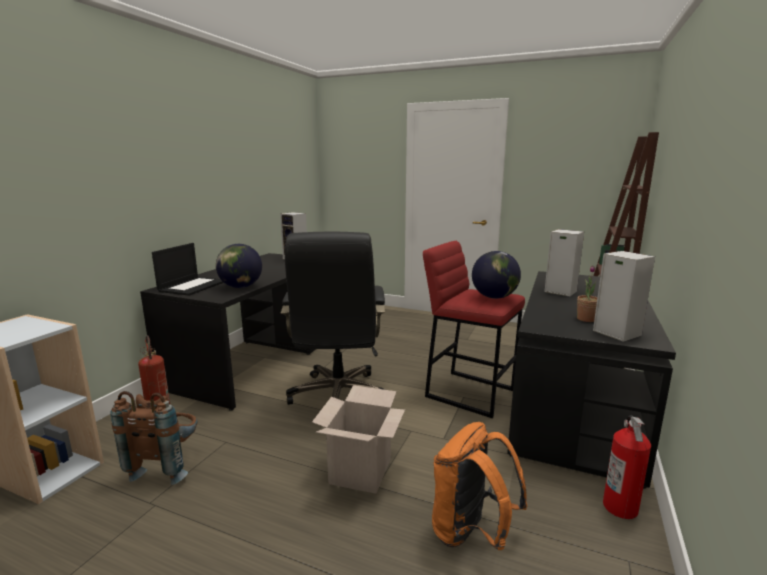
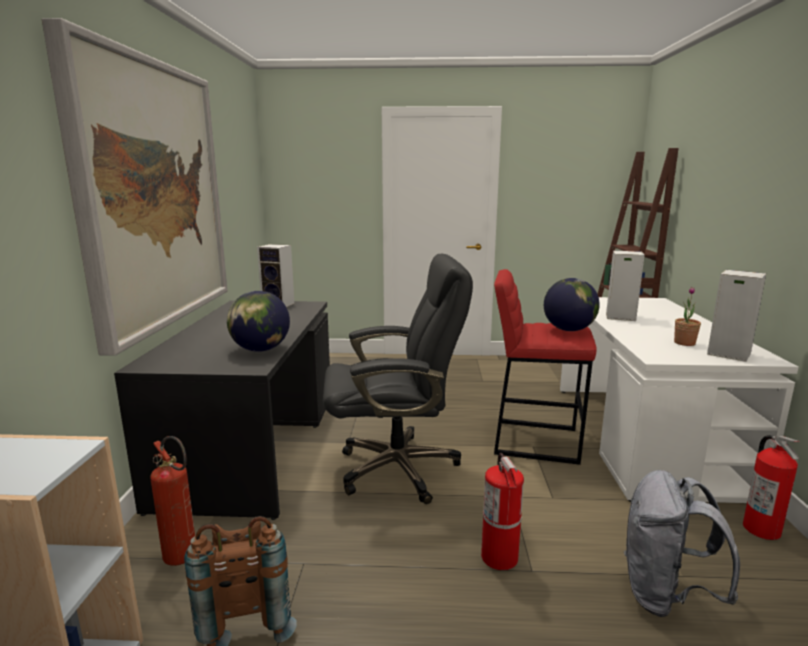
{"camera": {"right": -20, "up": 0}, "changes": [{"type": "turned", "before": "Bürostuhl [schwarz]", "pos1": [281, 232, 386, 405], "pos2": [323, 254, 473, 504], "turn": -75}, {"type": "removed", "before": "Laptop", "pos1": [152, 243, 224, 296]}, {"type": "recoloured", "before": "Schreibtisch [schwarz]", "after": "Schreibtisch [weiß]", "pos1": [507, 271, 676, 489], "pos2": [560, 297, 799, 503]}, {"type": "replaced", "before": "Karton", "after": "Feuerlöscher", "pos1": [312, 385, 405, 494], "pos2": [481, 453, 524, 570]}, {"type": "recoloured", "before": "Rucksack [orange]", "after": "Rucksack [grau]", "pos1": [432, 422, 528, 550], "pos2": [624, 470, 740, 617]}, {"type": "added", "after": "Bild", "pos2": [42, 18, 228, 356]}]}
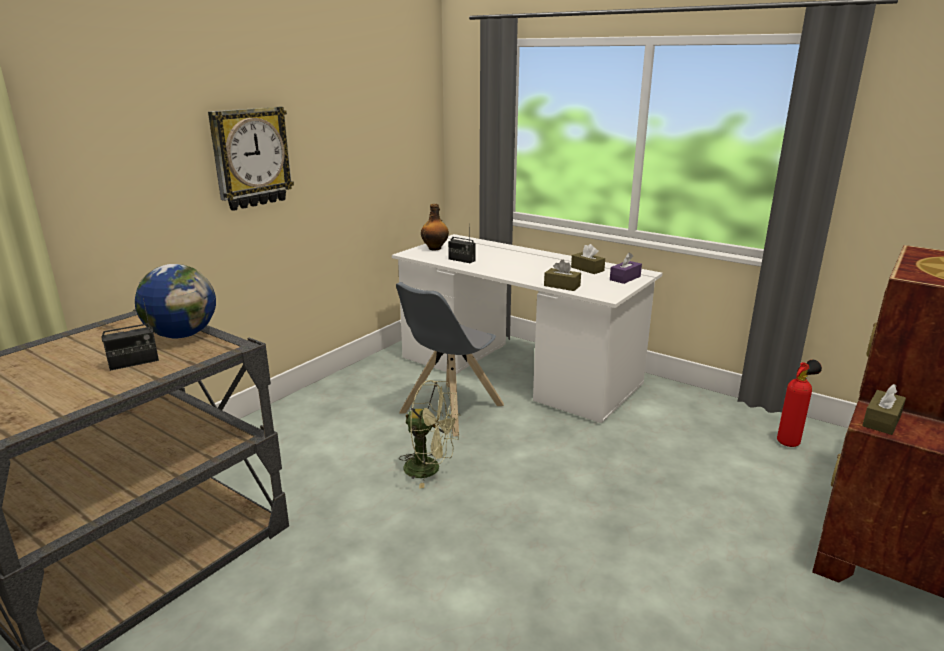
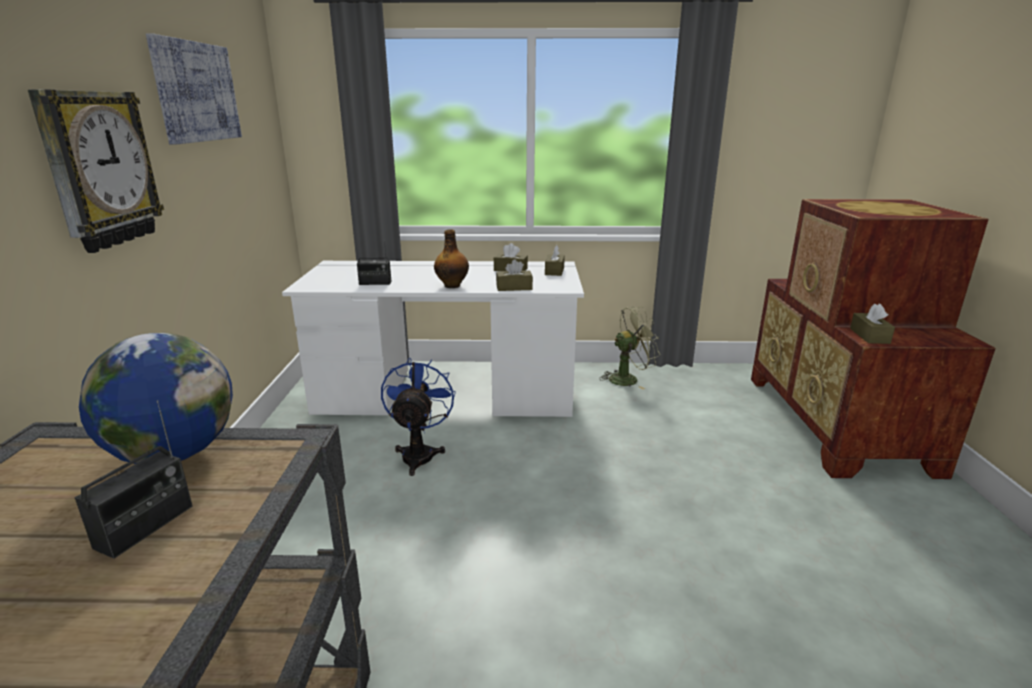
{"camera": {"right": -35, "up": 0}, "changes": [{"type": "moved", "before": "Flasche", "pos1": [421, 204, 449, 250], "pos2": [434, 230, 469, 288]}, {"type": "recoloured", "before": "Taschentuchbox [lila]", "after": "Taschentuchbox [braun]", "pos1": [610, 253, 642, 284], "pos2": [545, 245, 565, 276]}, {"type": "replaced", "before": "Stuhl [grau]", "after": "Ventilator [blau]", "pos1": [396, 282, 504, 437], "pos2": [381, 358, 456, 476]}, {"type": "removed", "before": "Feuerlöscher", "pos1": [777, 360, 822, 447]}, {"type": "moved", "before": "Ventilator [grün]", "pos1": [399, 380, 460, 488], "pos2": [599, 307, 660, 389]}, {"type": "added", "after": "Bild", "pos2": [146, 33, 242, 144]}]}
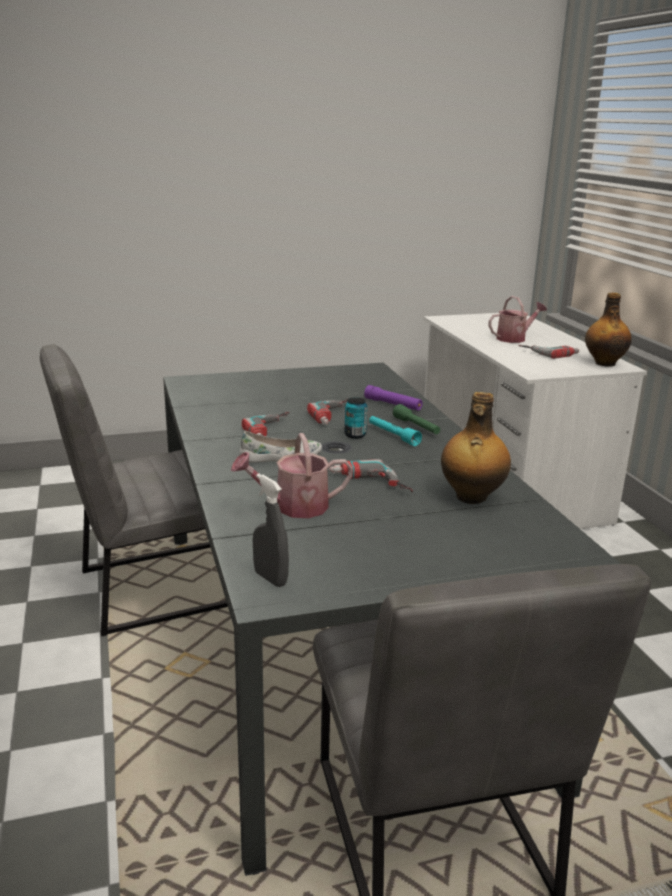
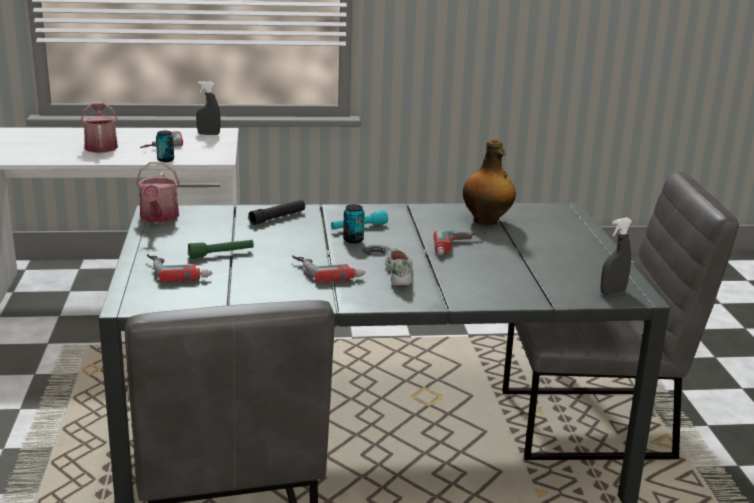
{"camera": {"right": -80, "up": 0}, "changes": [{"type": "replaced", "before": "Flasche", "after": "Sprühflasche [grau]", "pos1": [585, 293, 632, 367], "pos2": [196, 81, 220, 135]}, {"type": "recoloured", "before": "Taschenlampe [lila]", "after": "Taschenlampe [schwarz]", "pos1": [364, 385, 423, 411], "pos2": [248, 200, 305, 225]}, {"type": "moved", "before": "Bohrmaschine", "pos1": [307, 398, 349, 425], "pos2": [147, 254, 213, 282]}, {"type": "moved", "before": "Taschenlampe [grün]", "pos1": [393, 404, 440, 434], "pos2": [188, 240, 254, 259]}, {"type": "moved", "before": "Gießkanne", "pos1": [231, 433, 353, 518], "pos2": [136, 162, 180, 222]}, {"type": "added", "after": "Dose", "pos2": [156, 131, 174, 162]}]}
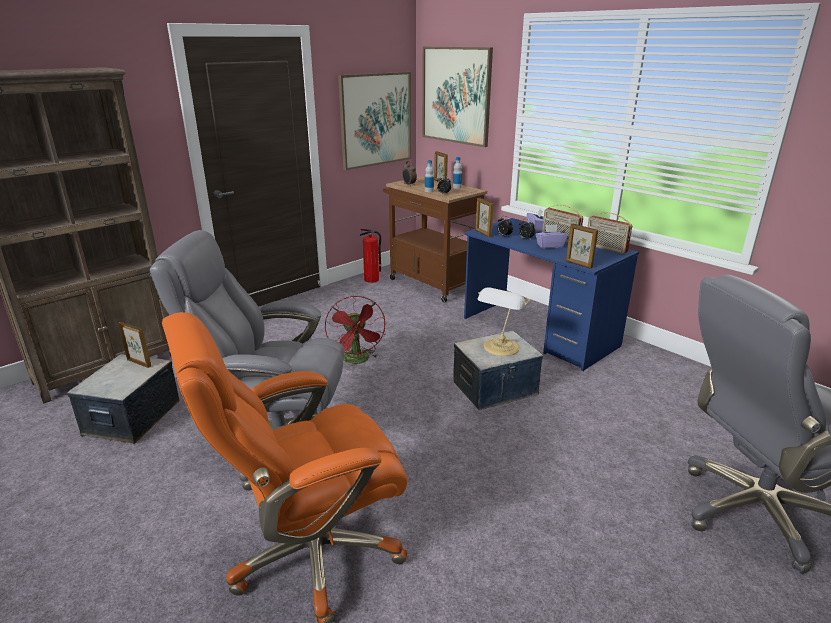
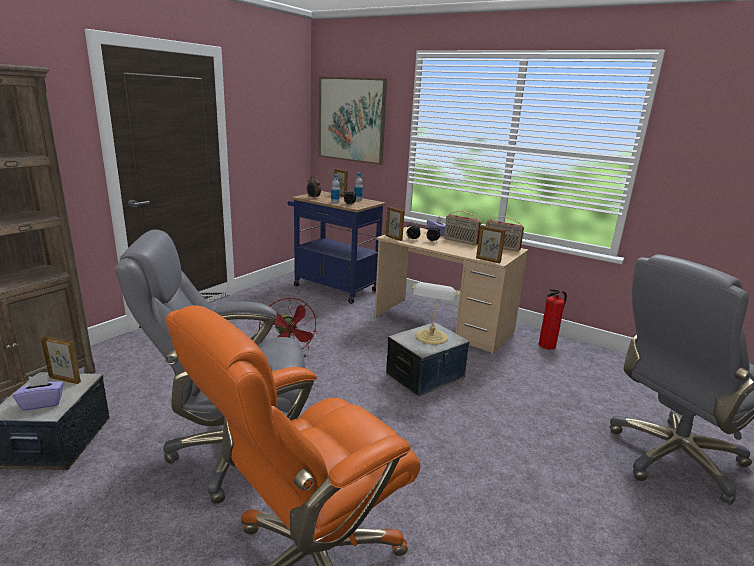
{"camera": {"right": -15, "up": -5}, "changes": [{"type": "removed", "before": "Bild", "pos1": [338, 72, 411, 170]}, {"type": "recoloured", "before": "Rollwagen [braun]", "after": "Rollwagen [blau]", "pos1": [383, 176, 487, 303], "pos2": [287, 191, 386, 304]}, {"type": "recoloured", "before": "Schreibtisch [blau]", "after": "Schreibtisch [beige]", "pos1": [464, 218, 639, 371], "pos2": [374, 226, 529, 355]}, {"type": "moved", "before": "Taschentuchbox [lila]", "pos1": [535, 225, 568, 249], "pos2": [13, 374, 64, 411]}, {"type": "moved", "before": "Feuerlöscher", "pos1": [360, 229, 381, 283], "pos2": [538, 289, 567, 350]}]}
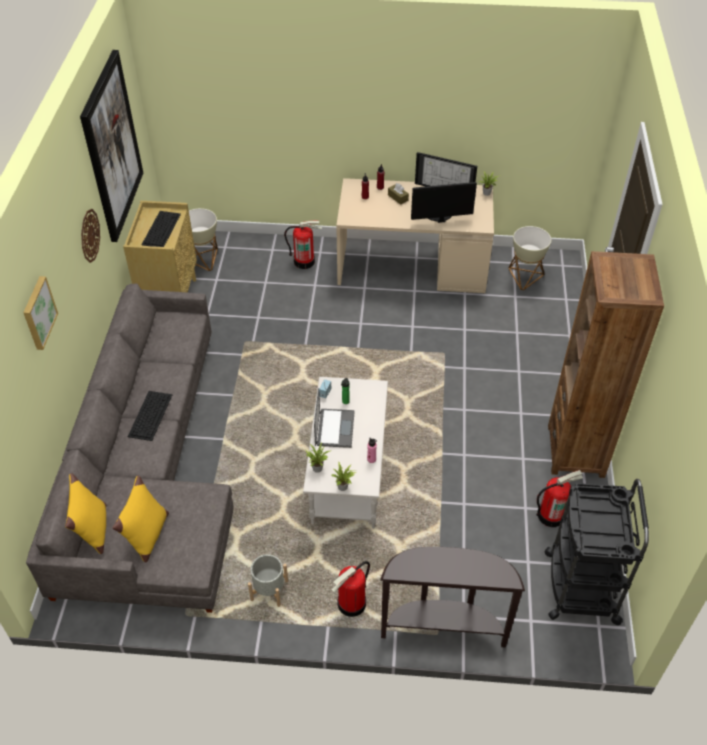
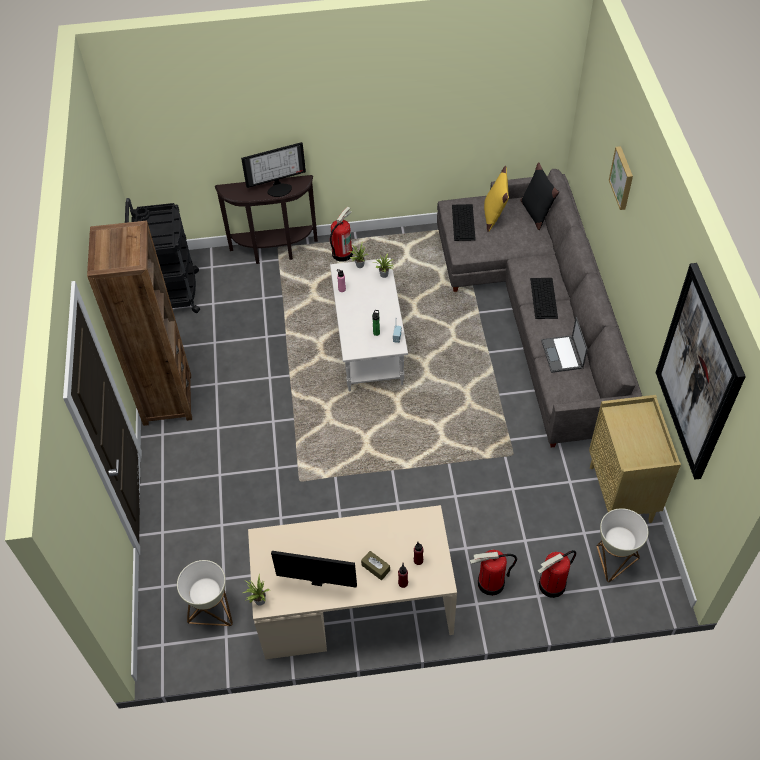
{"camera": {"right": 170, "up": 5}, "changes": [{"type": "moved", "before": "Monitor", "pos1": [411, 182, 477, 223], "pos2": [241, 142, 306, 197]}, {"type": "removed", "before": "Wanduhr", "pos1": [81, 209, 100, 263]}, {"type": "moved", "before": "Tastatur", "pos1": [141, 211, 181, 247], "pos2": [452, 204, 476, 241]}, {"type": "moved", "before": "Laptop", "pos1": [314, 388, 355, 448], "pos2": [541, 317, 588, 373]}, {"type": "moved", "before": "Feuerlöscher", "pos1": [536, 470, 583, 527], "pos2": [537, 550, 576, 598]}, {"type": "recoloured", "before": "Kissen [gelb]", "after": "Kissen [schwarz]", "pos1": [65, 473, 106, 554], "pos2": [520, 162, 559, 230]}, {"type": "removed", "before": "Pflanzkübel [grau]", "pos1": [248, 554, 288, 607]}]}
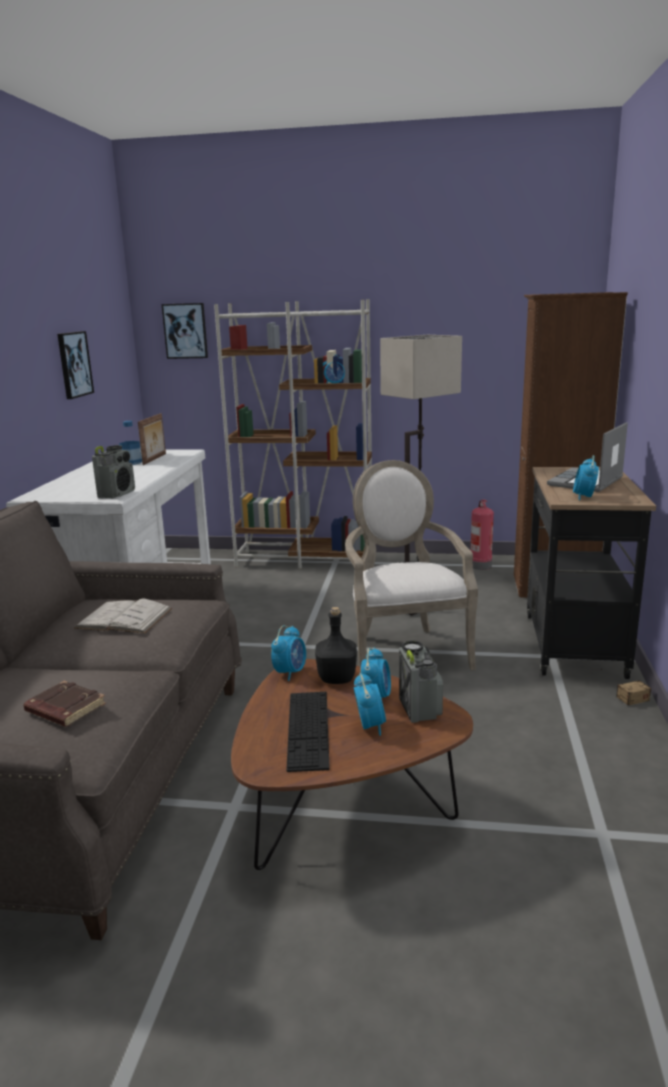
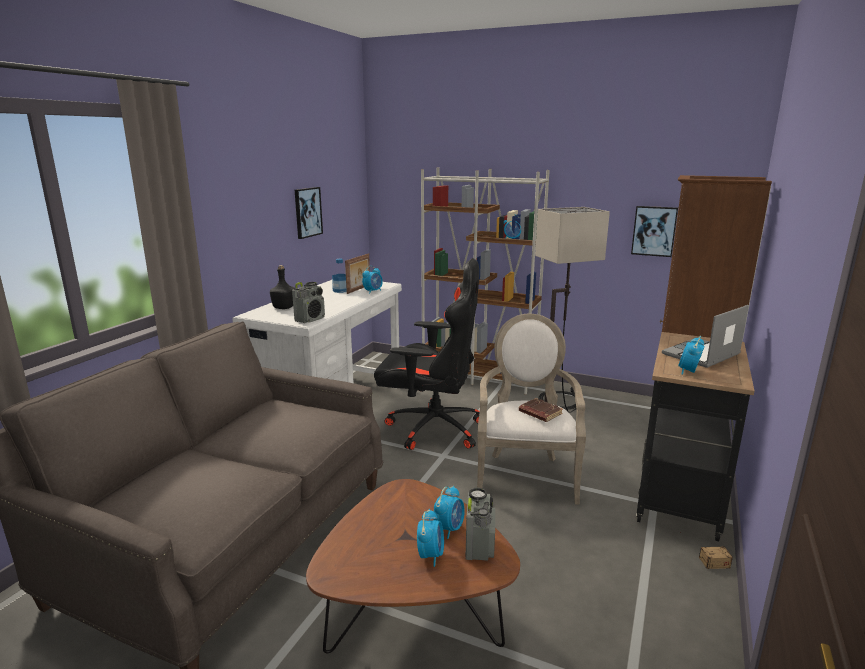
{"camera": {"right": 15, "up": 0}, "changes": [{"type": "moved", "before": "Bild", "pos1": [161, 303, 208, 359], "pos2": [631, 206, 678, 257]}, {"type": "removed", "before": "Feuerlöscher", "pos1": [471, 500, 494, 570]}, {"type": "removed", "before": "Buch [weiß]", "pos1": [74, 599, 172, 634]}, {"type": "moved", "before": "Flasche [schwarz]", "pos1": [315, 607, 357, 684], "pos2": [270, 265, 294, 309]}, {"type": "moved", "before": "Wecker", "pos1": [271, 625, 306, 681], "pos2": [362, 266, 383, 294]}, {"type": "moved", "before": "Buch [braun]", "pos1": [24, 681, 106, 727], "pos2": [519, 398, 563, 422]}, {"type": "removed", "before": "Tastatur", "pos1": [286, 692, 330, 772]}, {"type": "added", "after": "Bürostuhl [schwarz]", "pos2": [374, 258, 480, 450]}]}
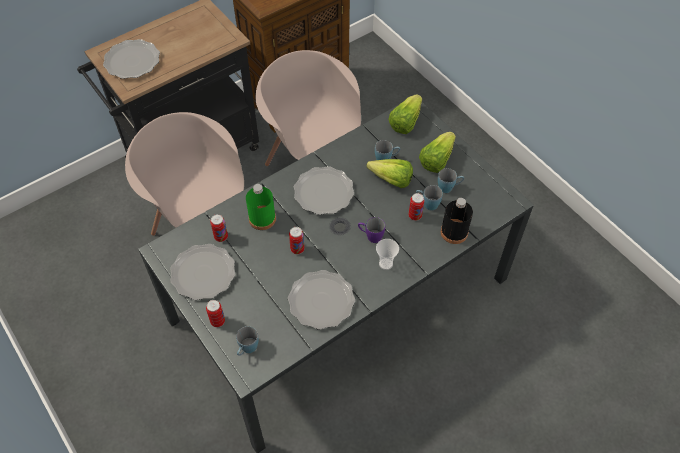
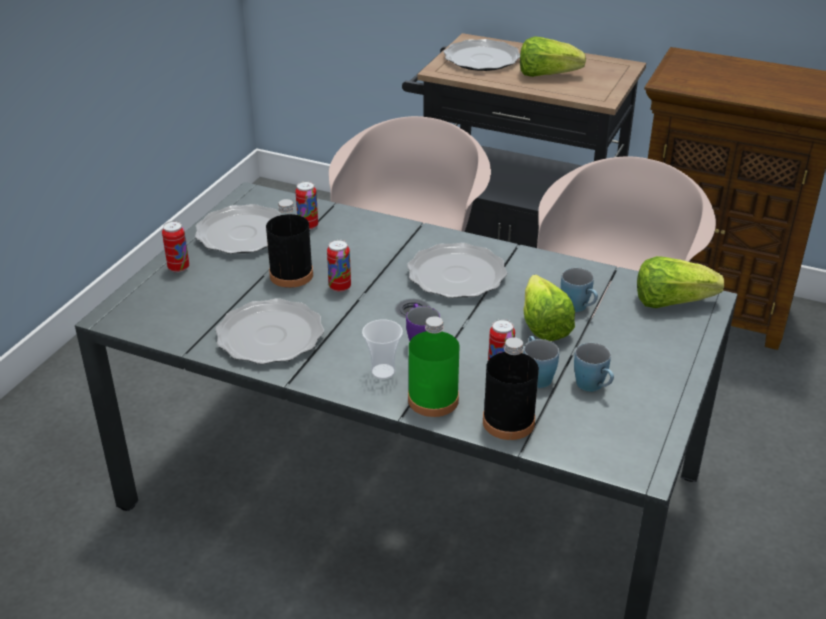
{"camera": {"right": 60, "up": -20}, "changes": [{"type": "moved", "before": "Salatkopf", "pos1": [419, 132, 456, 173], "pos2": [520, 36, 586, 77]}, {"type": "moved", "before": "Flasche [grün]", "pos1": [246, 184, 276, 230], "pos2": [408, 316, 460, 417]}, {"type": "removed", "before": "Henkelbecher [blau]", "pos1": [236, 326, 259, 356]}, {"type": "added", "after": "Flasche [schwarz]", "pos2": [266, 199, 313, 288]}]}
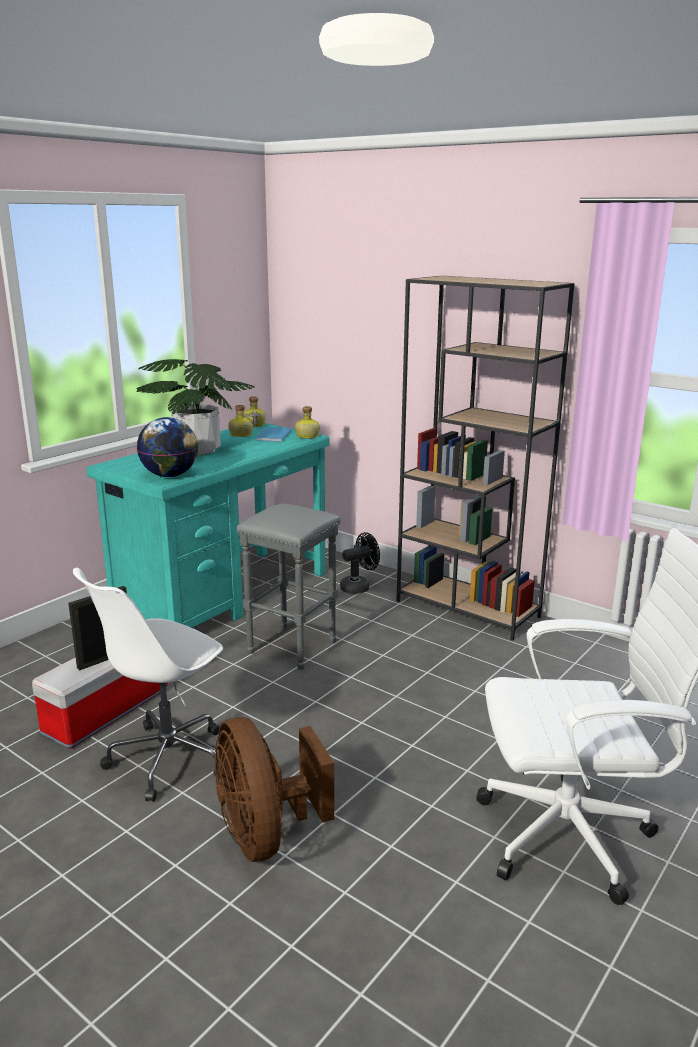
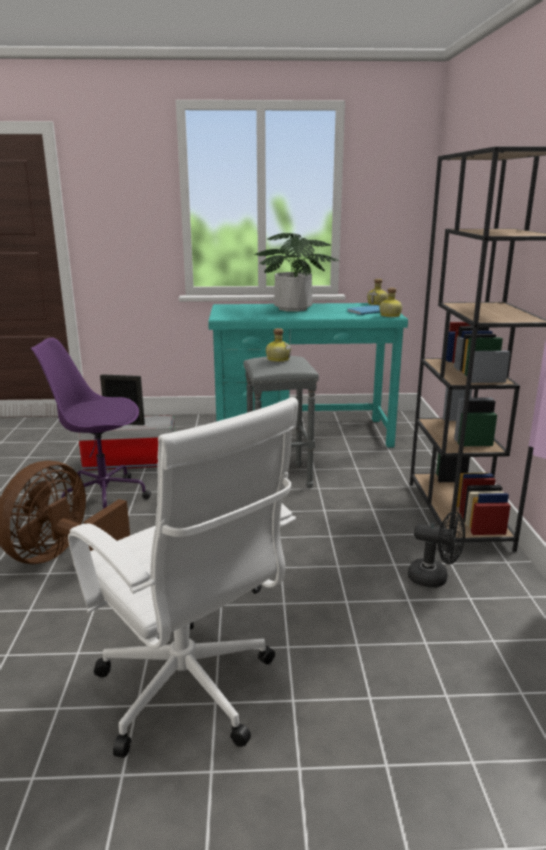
{"camera": {"right": 50, "up": 0}, "changes": [{"type": "moved", "before": "Flasche", "pos1": [228, 405, 253, 437], "pos2": [266, 328, 291, 362]}, {"type": "removed", "before": "Globus", "pos1": [137, 417, 198, 477]}, {"type": "moved", "before": "Ventilator [schwarz]", "pos1": [340, 532, 380, 594], "pos2": [408, 512, 465, 588]}, {"type": "recoloured", "before": "Bürostuhl [weiß]", "after": "Bürostuhl [lila]", "pos1": [73, 568, 223, 802], "pos2": [31, 337, 151, 509]}]}
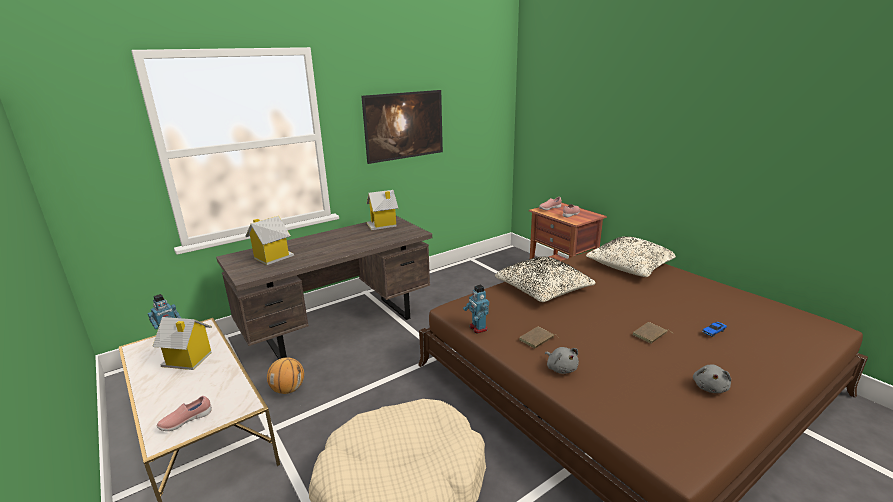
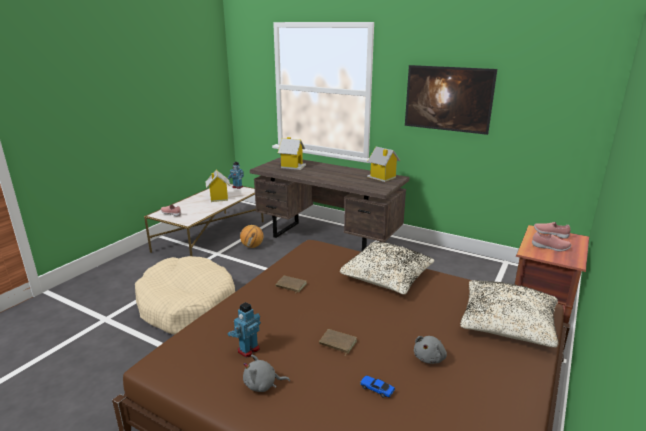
{"camera": {"right": 65, "up": 0}, "changes": [{"type": "moved", "before": "Spielzeugroboter", "pos1": [463, 284, 489, 333], "pos2": [228, 302, 261, 358]}, {"type": "moved", "before": "Plüschtier [grau]", "pos1": [545, 347, 579, 374], "pos2": [414, 336, 447, 364]}]}
